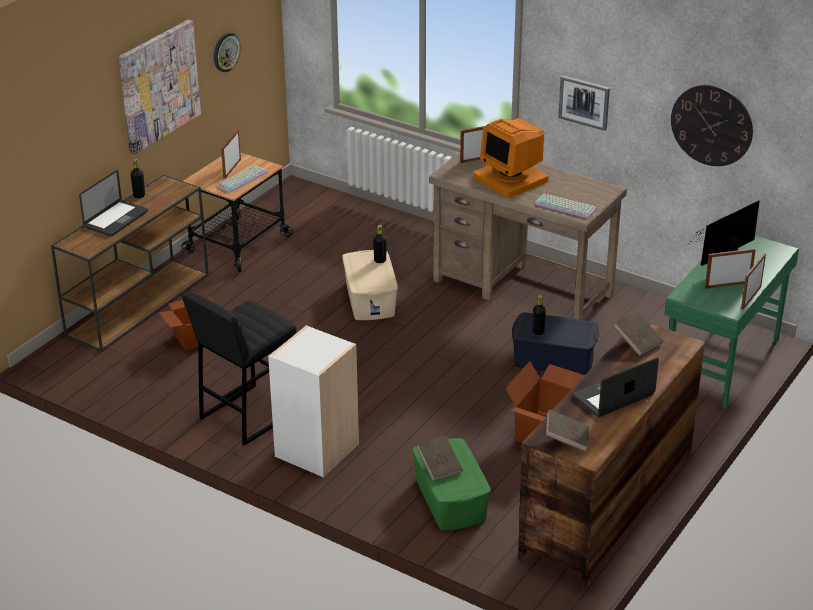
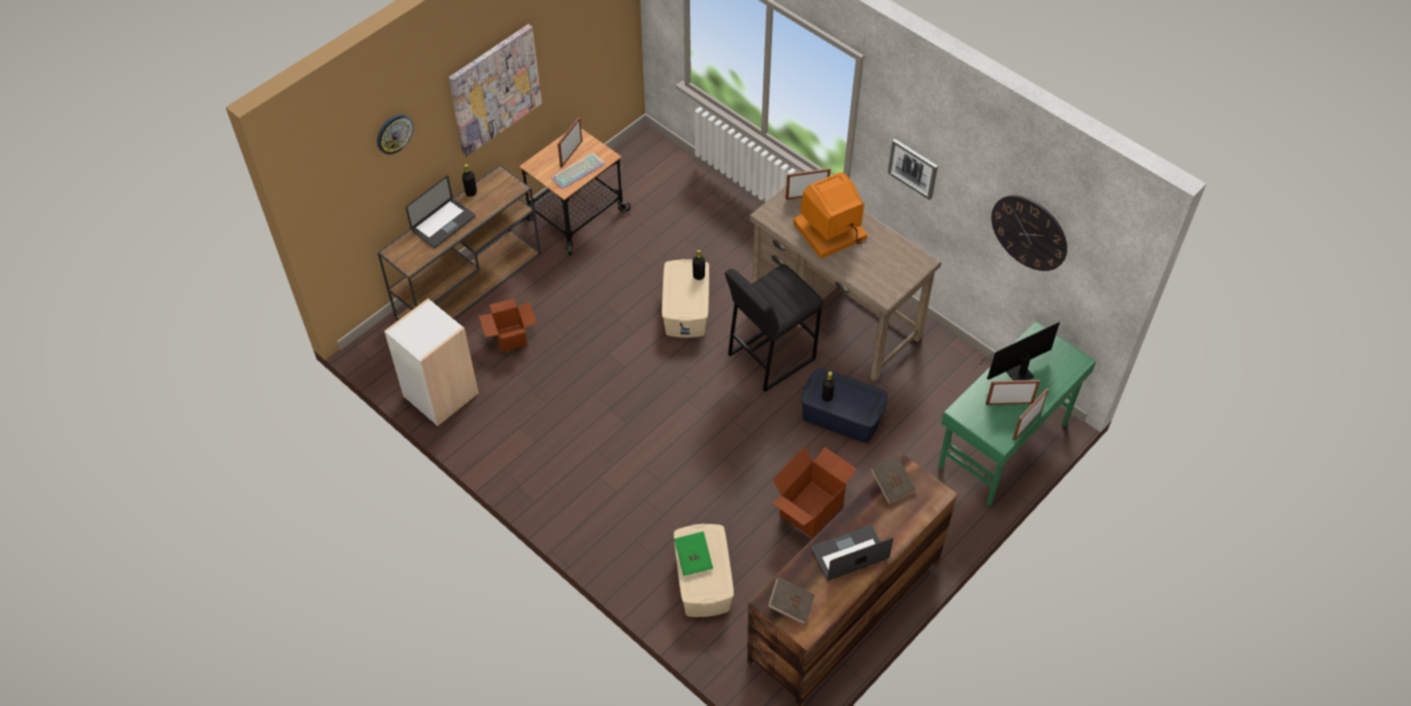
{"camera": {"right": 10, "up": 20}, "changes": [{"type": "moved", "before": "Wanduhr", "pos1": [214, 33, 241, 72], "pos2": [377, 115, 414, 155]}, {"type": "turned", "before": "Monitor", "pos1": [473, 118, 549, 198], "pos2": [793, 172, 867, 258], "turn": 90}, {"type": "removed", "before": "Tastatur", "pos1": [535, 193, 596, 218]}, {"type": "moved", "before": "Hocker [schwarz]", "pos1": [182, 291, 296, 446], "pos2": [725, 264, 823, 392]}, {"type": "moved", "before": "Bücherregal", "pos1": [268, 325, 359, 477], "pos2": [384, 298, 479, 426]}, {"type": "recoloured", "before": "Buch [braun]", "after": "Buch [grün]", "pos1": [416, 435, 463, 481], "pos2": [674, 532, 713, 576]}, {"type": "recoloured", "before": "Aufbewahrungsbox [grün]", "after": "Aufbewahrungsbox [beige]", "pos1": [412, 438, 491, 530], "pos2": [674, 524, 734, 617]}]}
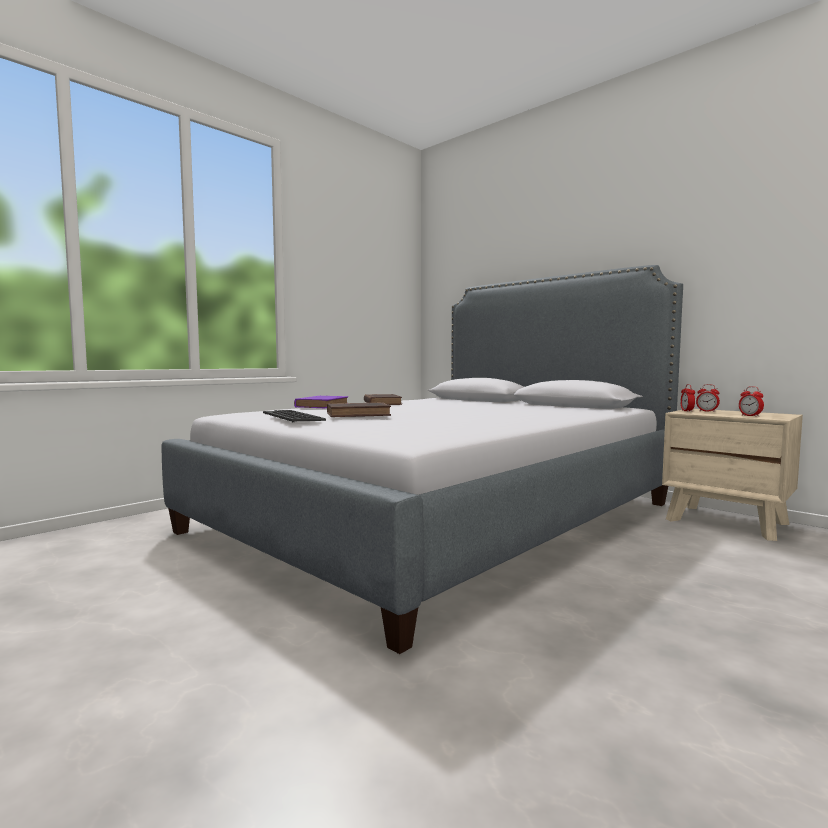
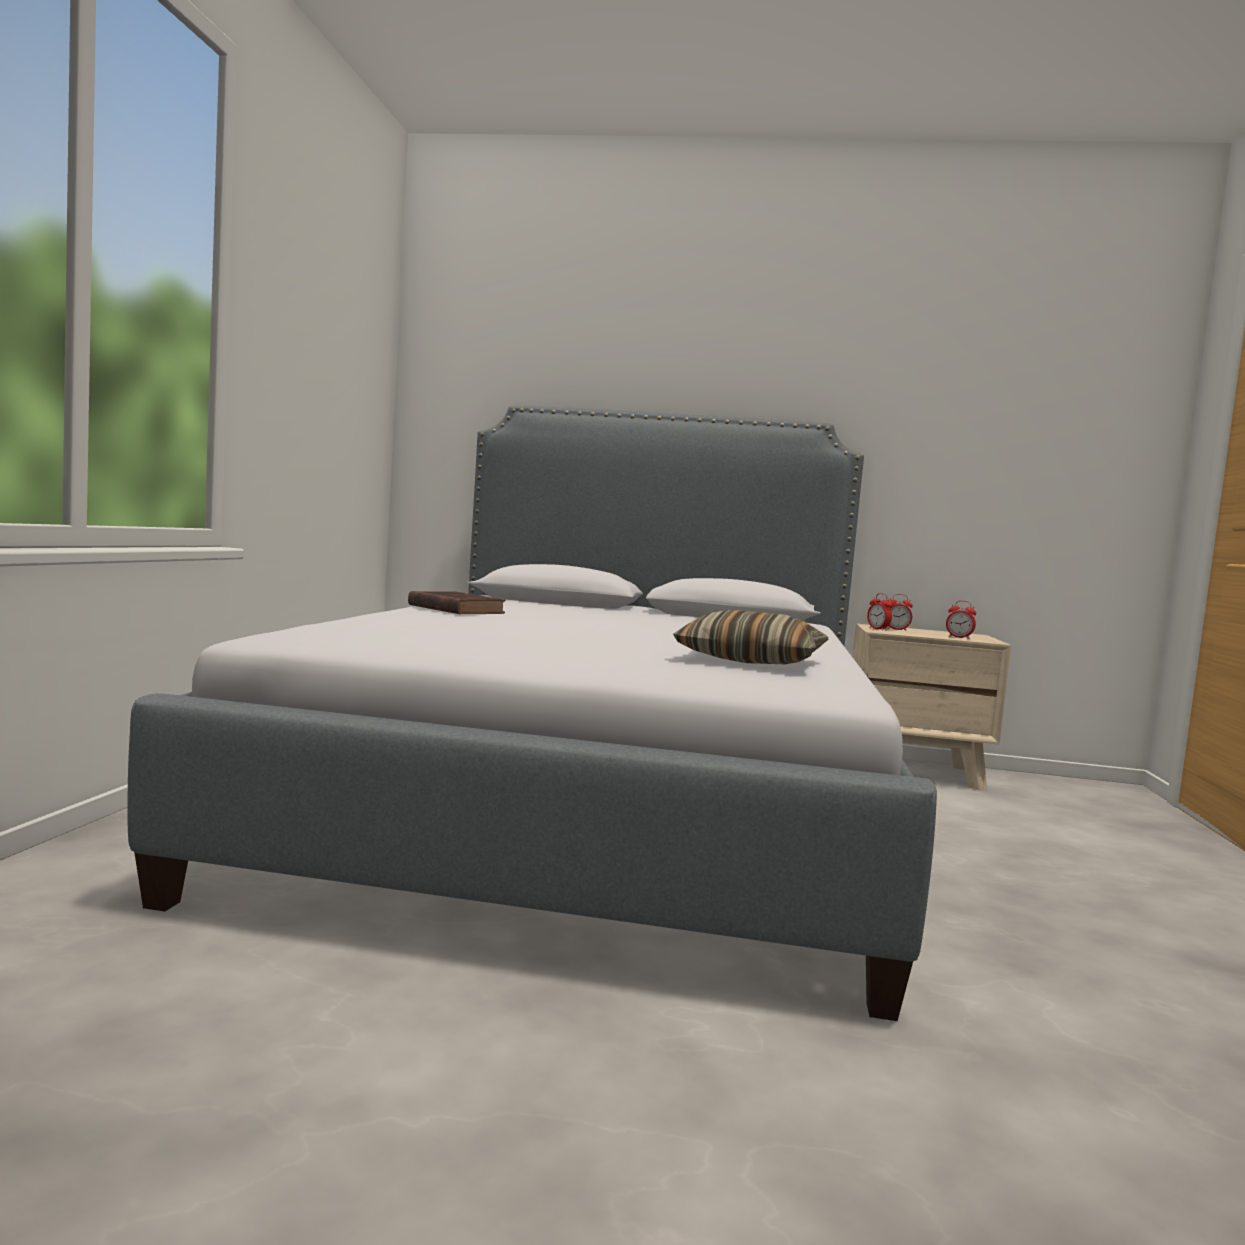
{"camera": {"right": -35, "up": 0}, "changes": [{"type": "removed", "before": "Buch [lila]", "pos1": [294, 396, 348, 408]}, {"type": "removed", "before": "Buch [braun]", "pos1": [327, 403, 391, 417]}, {"type": "removed", "before": "Tastatur", "pos1": [263, 410, 326, 422]}, {"type": "added", "after": "Kissen", "pos2": [673, 610, 829, 664]}]}
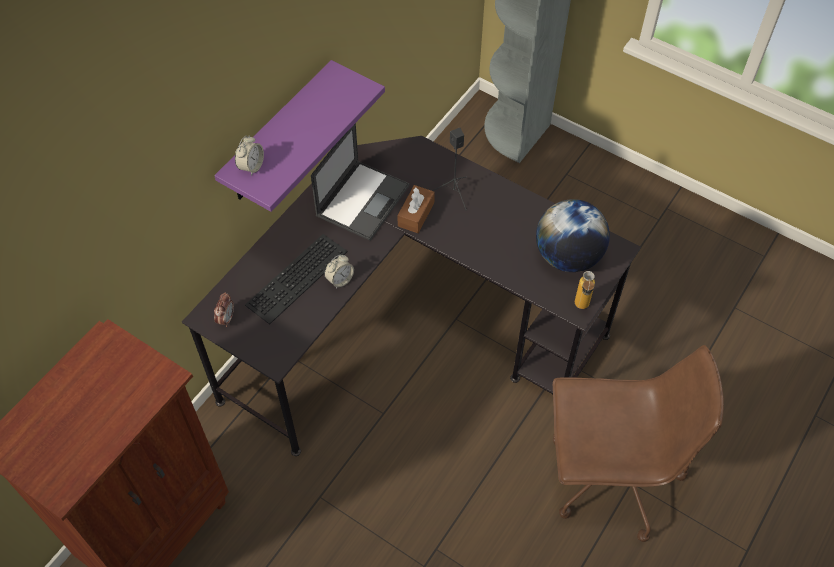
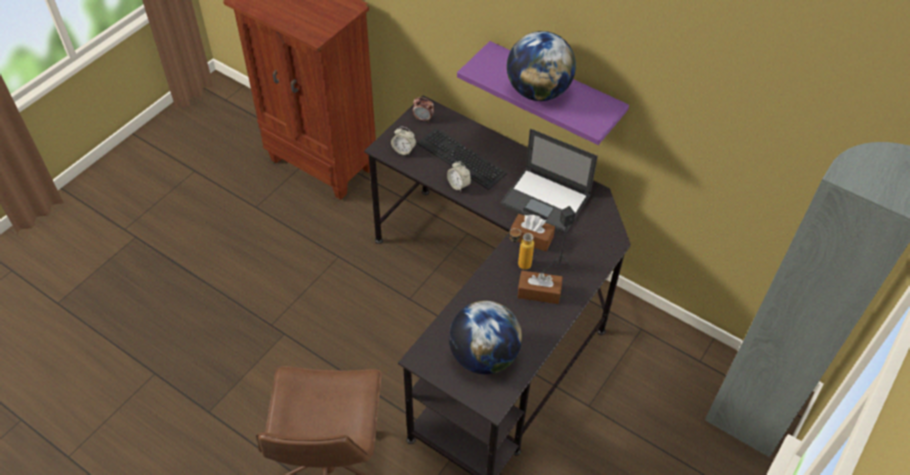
{"camera": {"right": 90, "up": -5}, "changes": [{"type": "moved", "before": "Wecker", "pos1": [235, 135, 264, 176], "pos2": [391, 127, 416, 156]}, {"type": "moved", "before": "Flasche", "pos1": [575, 271, 595, 309], "pos2": [510, 228, 534, 270]}, {"type": "added", "after": "Globus", "pos2": [507, 31, 576, 101]}, {"type": "added", "after": "Taschentuchbox [braun]", "pos2": [518, 270, 563, 304]}]}
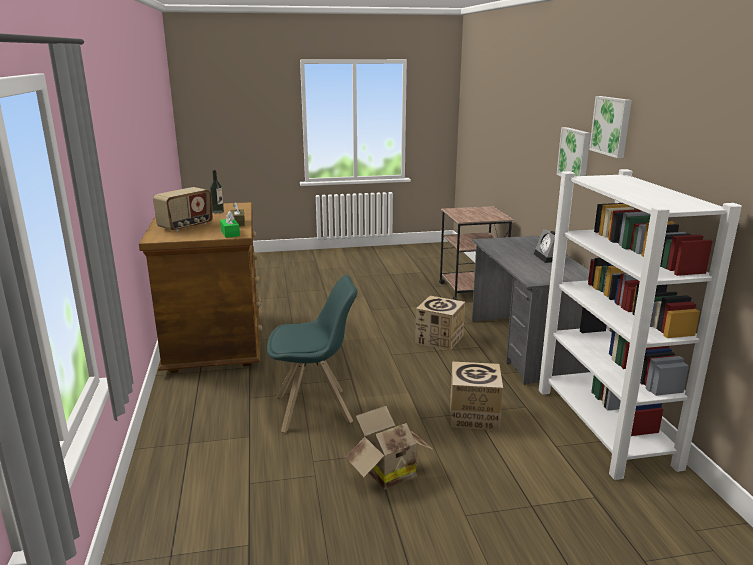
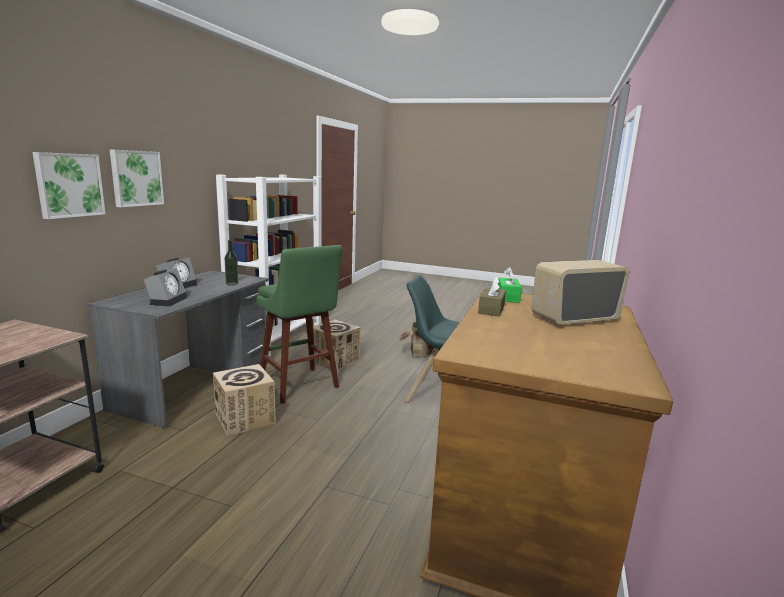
{"camera": {"right": -150, "up": -5}, "changes": [{"type": "moved", "before": "Bild", "pos1": [589, 96, 632, 158], "pos2": [32, 152, 106, 219]}, {"type": "moved", "before": "Flasche", "pos1": [210, 170, 224, 213], "pos2": [224, 240, 239, 286]}, {"type": "added", "after": "Hocker [grün]", "pos2": [256, 245, 342, 404]}, {"type": "added", "after": "Wecker", "pos2": [143, 268, 188, 306]}]}
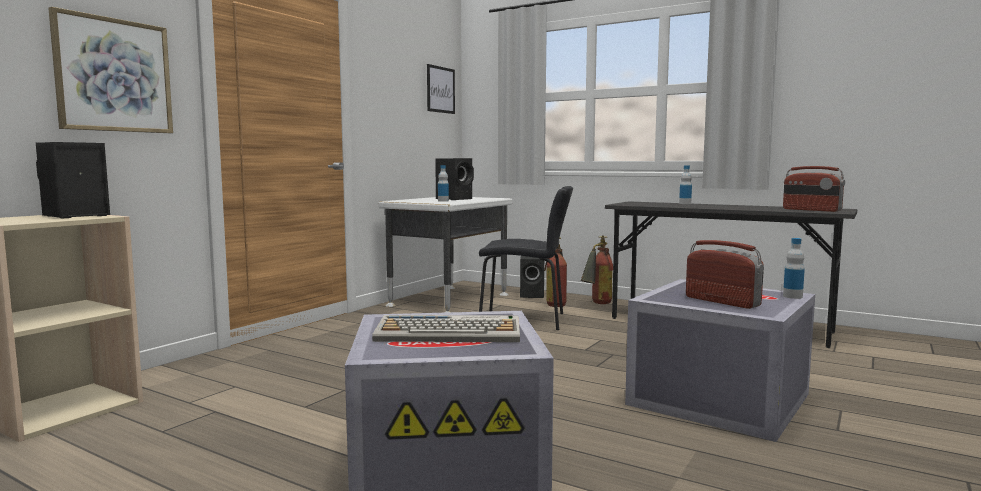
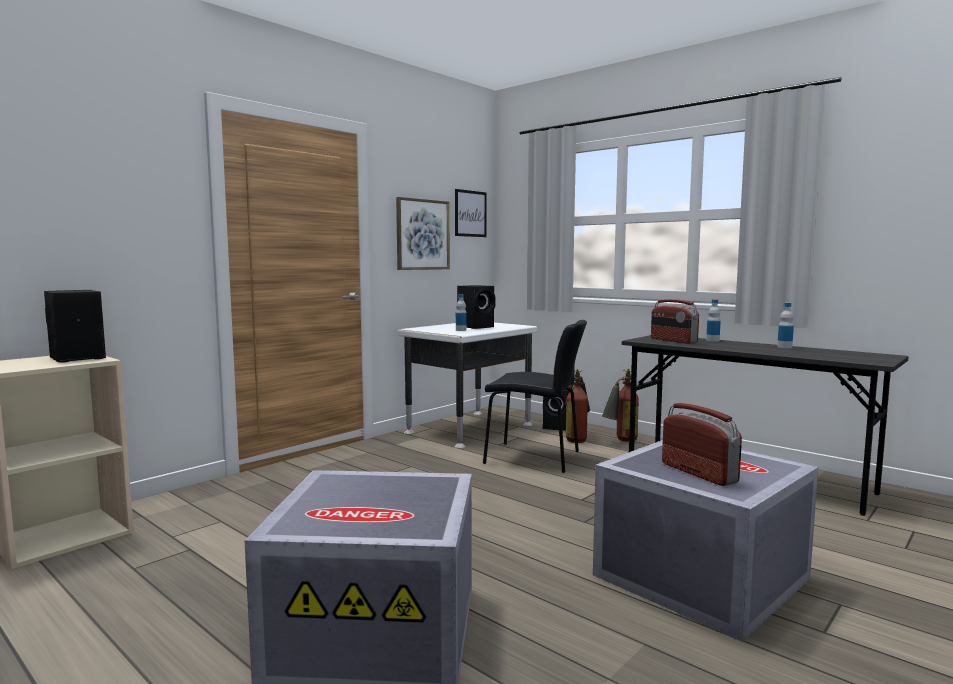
{"camera": {"right": 10, "up": 0}, "changes": [{"type": "moved", "before": "Bild", "pos1": [48, 7, 173, 133], "pos2": [396, 197, 450, 270]}, {"type": "moved", "before": "Radio", "pos1": [783, 166, 845, 212], "pos2": [651, 299, 699, 344]}, {"type": "moved", "before": "Flasche", "pos1": [783, 238, 805, 299], "pos2": [777, 303, 794, 348]}, {"type": "removed", "before": "Tastatur", "pos1": [372, 315, 520, 342]}]}
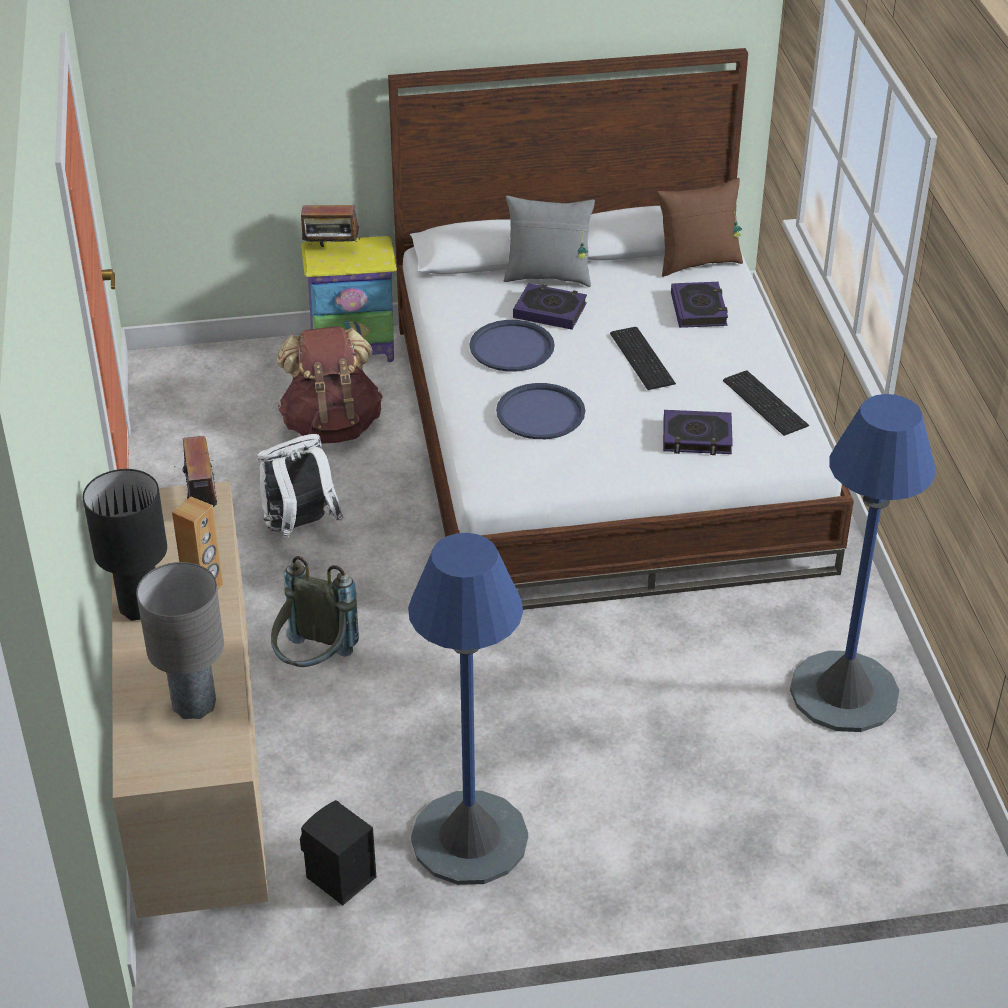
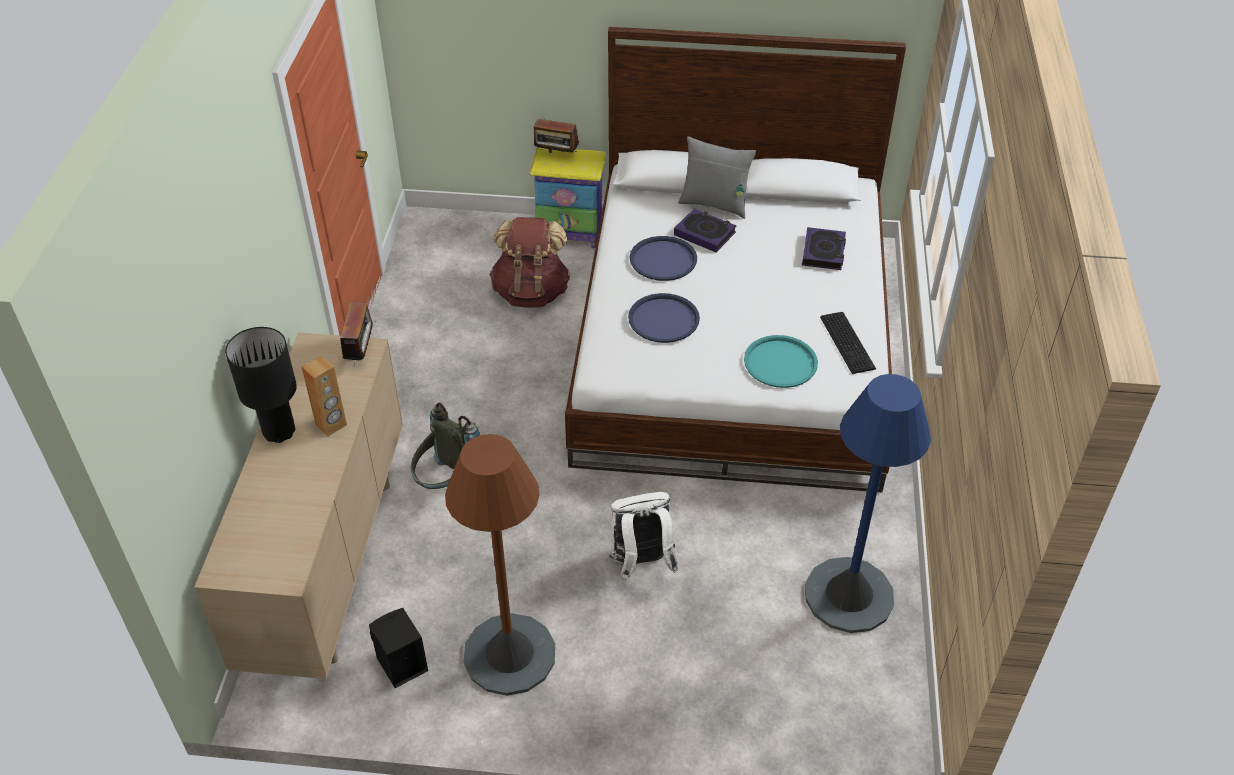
{"camera": {"right": 15, "up": 5}, "changes": [{"type": "removed", "before": "Kissen [braun]", "pos1": [657, 178, 743, 277]}, {"type": "removed", "before": "Tastatur", "pos1": [610, 327, 676, 390]}, {"type": "replaced", "before": "Buch", "after": "Tablett [türkis]", "pos1": [663, 410, 733, 455], "pos2": [744, 335, 818, 388]}, {"type": "moved", "before": "Rucksack [weiß]", "pos1": [257, 434, 344, 538], "pos2": [609, 492, 679, 581]}, {"type": "recoloured", "before": "Stehlampe [blau]", "after": "Stehlampe [braun]", "pos1": [408, 533, 528, 885], "pos2": [445, 434, 555, 696]}, {"type": "removed", "before": "Tischlampe [grau]", "pos1": [136, 562, 224, 719]}]}
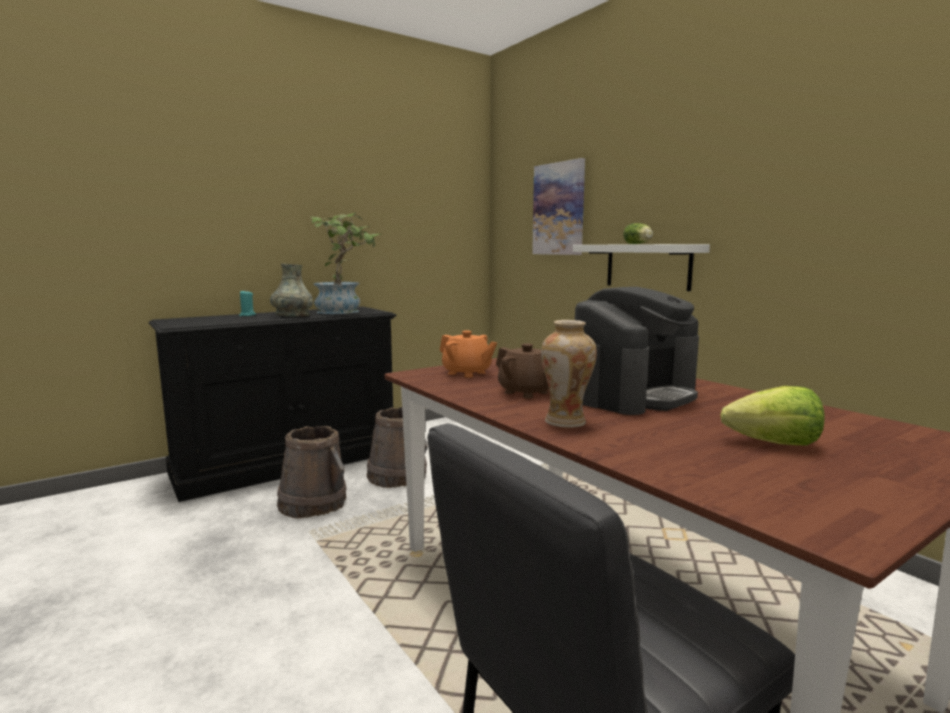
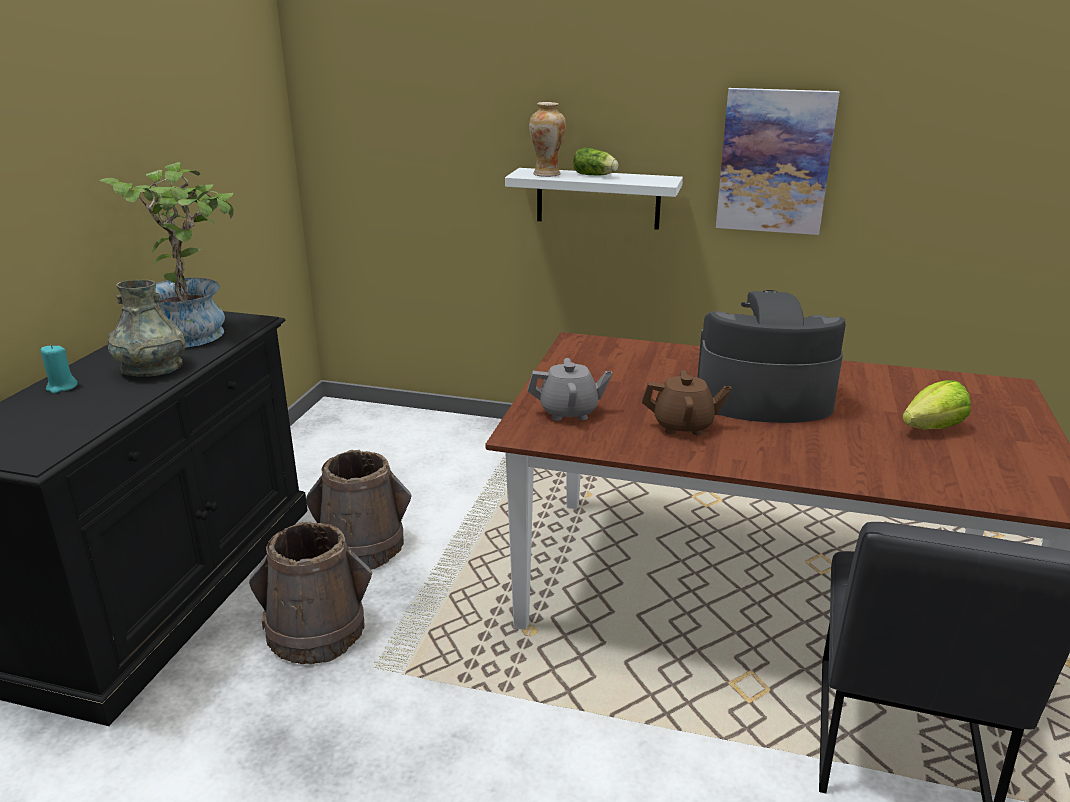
{"camera": {"right": -40, "up": 15}, "changes": [{"type": "moved", "before": "Bild", "pos1": [532, 158, 585, 255], "pos2": [716, 88, 840, 235]}, {"type": "turned", "before": "Kaffeemaschine", "pos1": [575, 287, 699, 415], "pos2": [697, 290, 846, 423], "turn": -90}, {"type": "moved", "before": "Vase", "pos1": [541, 320, 597, 428], "pos2": [529, 102, 566, 177]}, {"type": "recoloured", "before": "Teekanne [orange]", "after": "Teekanne [grau]", "pos1": [440, 331, 497, 378], "pos2": [528, 358, 613, 421]}]}
